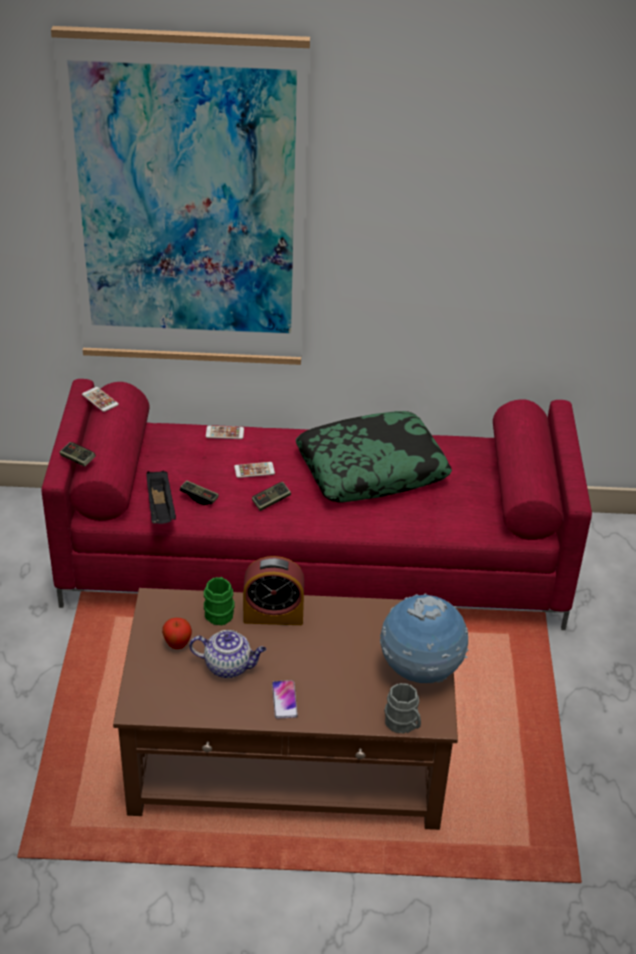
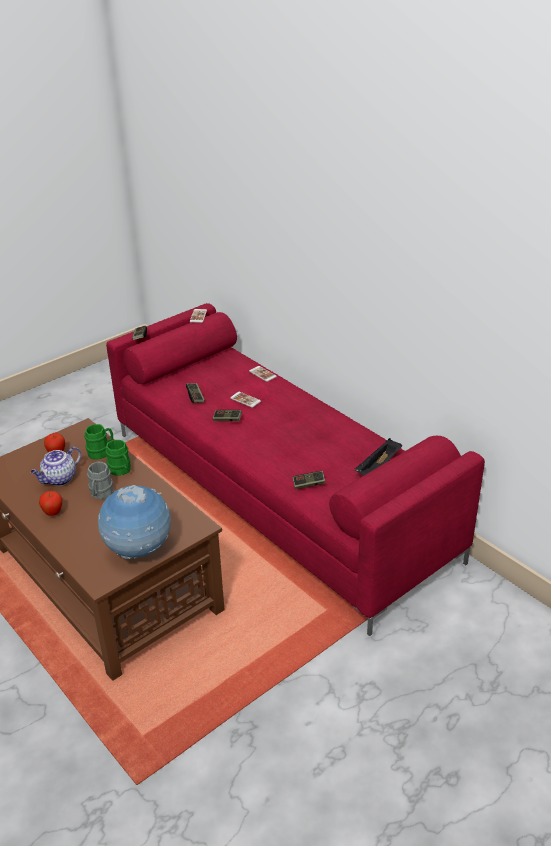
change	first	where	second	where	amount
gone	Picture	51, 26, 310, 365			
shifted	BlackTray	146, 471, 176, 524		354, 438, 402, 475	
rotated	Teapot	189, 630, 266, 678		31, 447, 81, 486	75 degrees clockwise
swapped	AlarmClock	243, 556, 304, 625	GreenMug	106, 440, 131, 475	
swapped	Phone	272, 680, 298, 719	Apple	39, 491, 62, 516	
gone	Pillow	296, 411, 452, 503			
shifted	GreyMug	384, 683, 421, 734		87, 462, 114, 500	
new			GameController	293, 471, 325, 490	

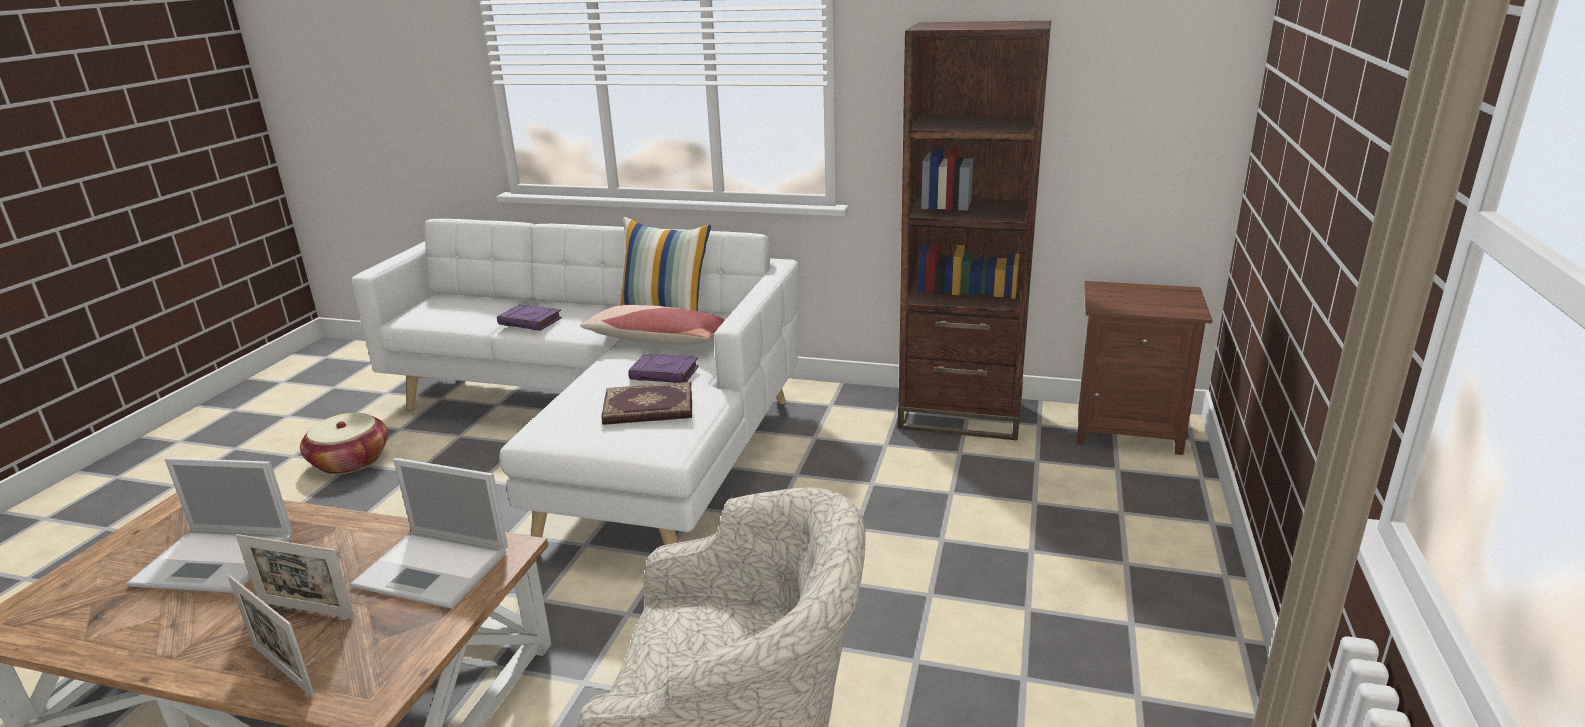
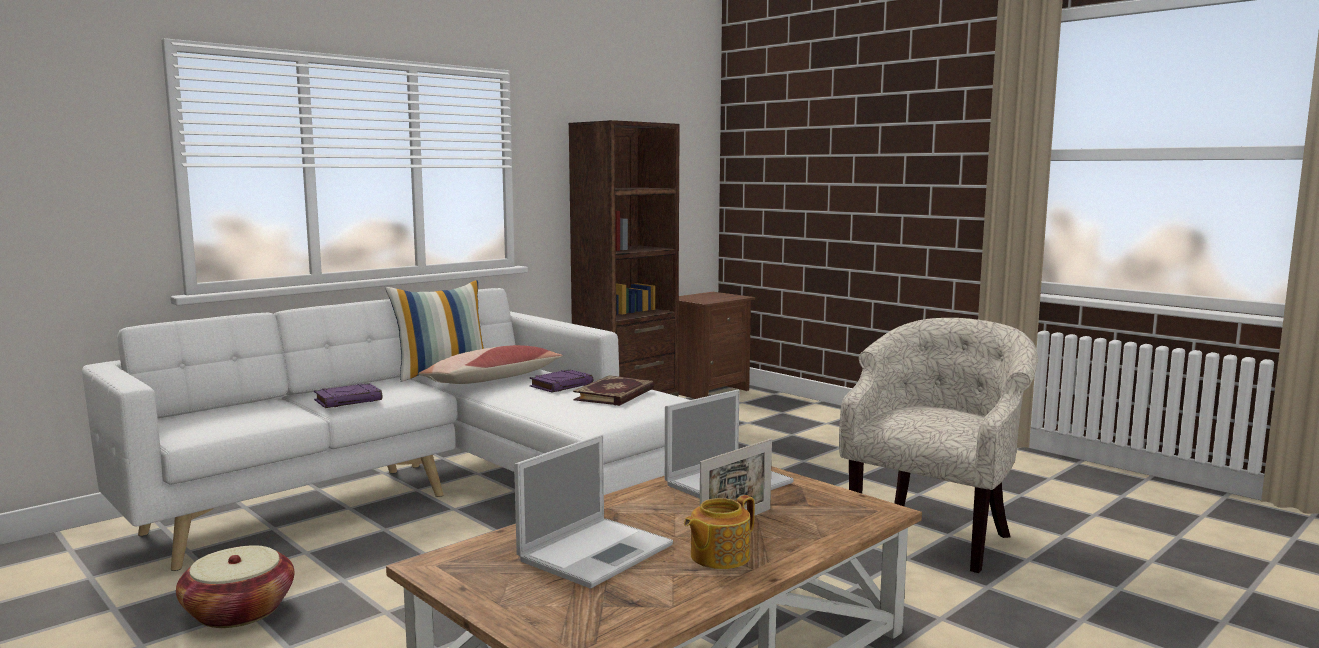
change	first	where	second	where	amount
gone	PictureFrame	228, 575, 315, 698			
new			Teapot	684, 495, 755, 569	

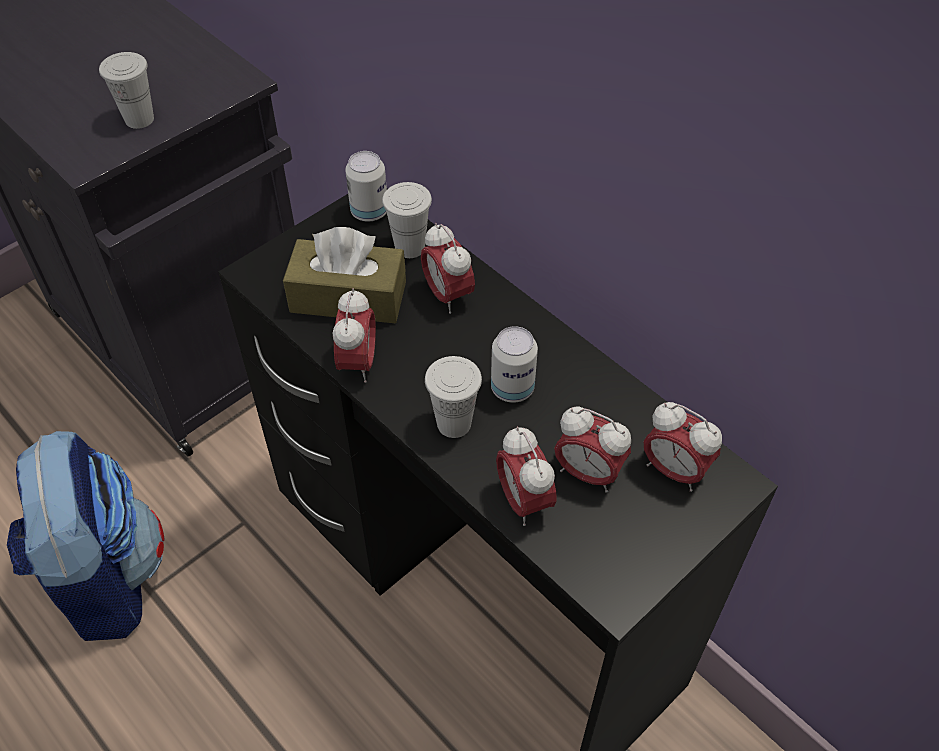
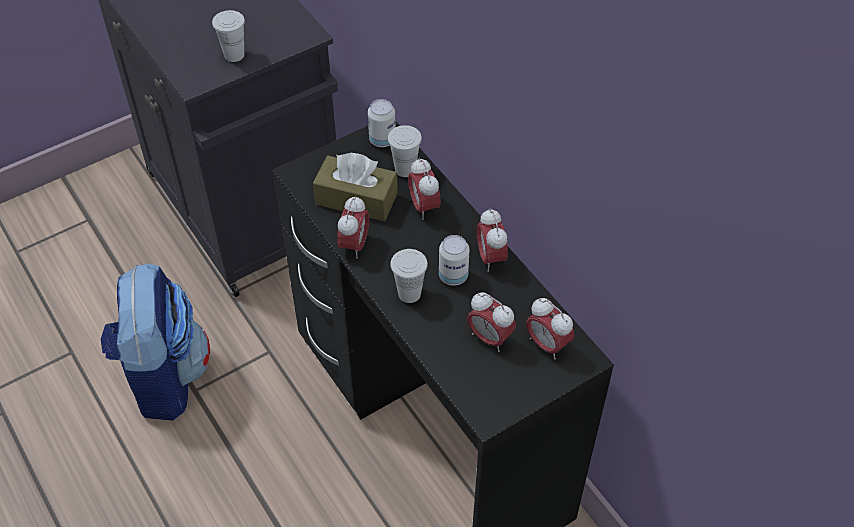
change	first	where	second	where	amount
shifted	AlarmClock	496, 426, 557, 526		477, 208, 508, 272	

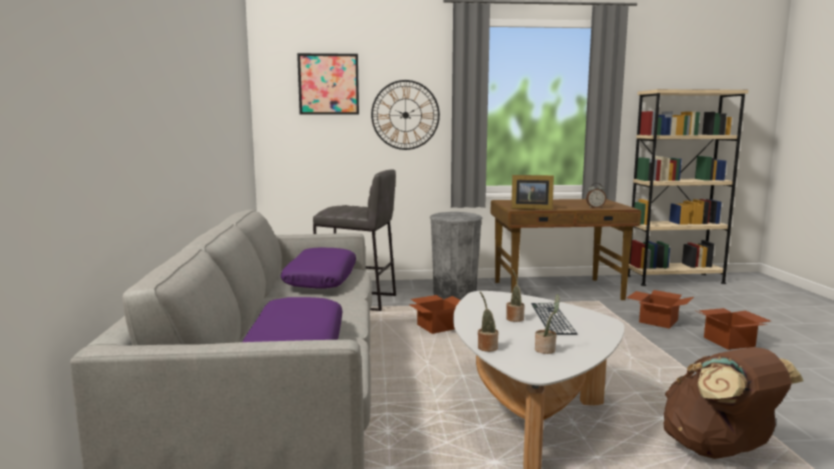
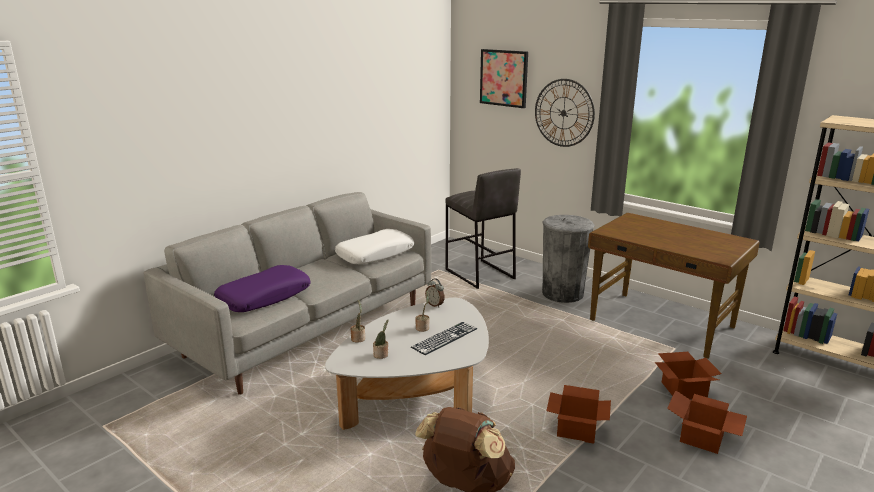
change	first	where	second	where	amount
repainted	PurplePillow	281, 248, 356, 289	WhitePillow	335, 229, 414, 264	
shifted	CardboardBox	409, 295, 461, 334		546, 385, 611, 444	
gone	PictureFrame	511, 175, 554, 210			
shifted	AlarmClock	586, 183, 606, 208		425, 278, 445, 308	

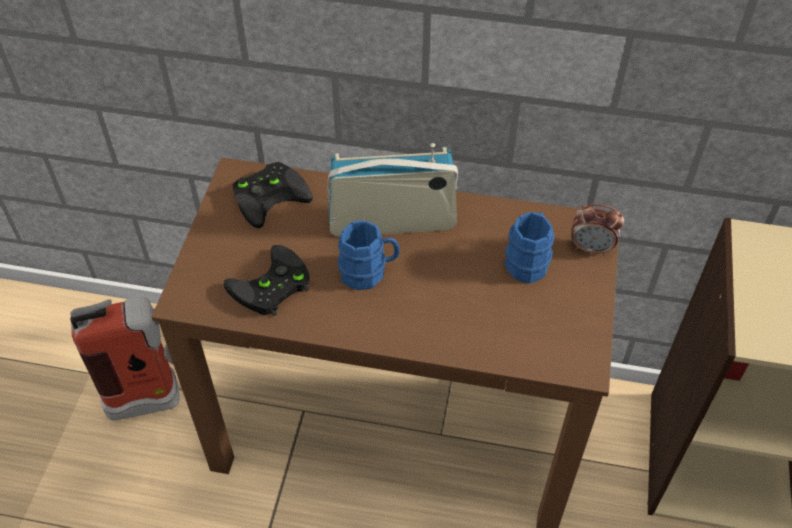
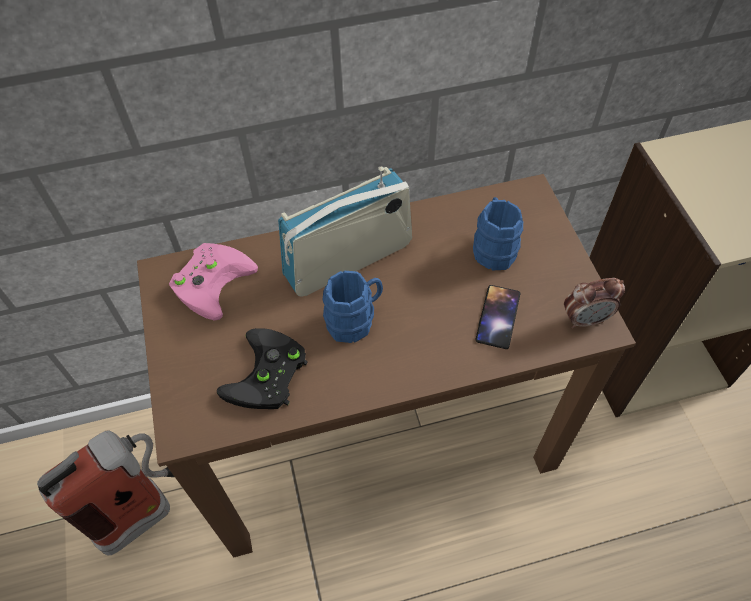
change	first	where	second	where	amount
repainted	BlackGameController	233, 162, 313, 228	PinkGameController	169, 243, 258, 320	
shifted	AlarmClock	571, 204, 624, 256		564, 278, 625, 328	
new			Phone	475, 285, 520, 349	

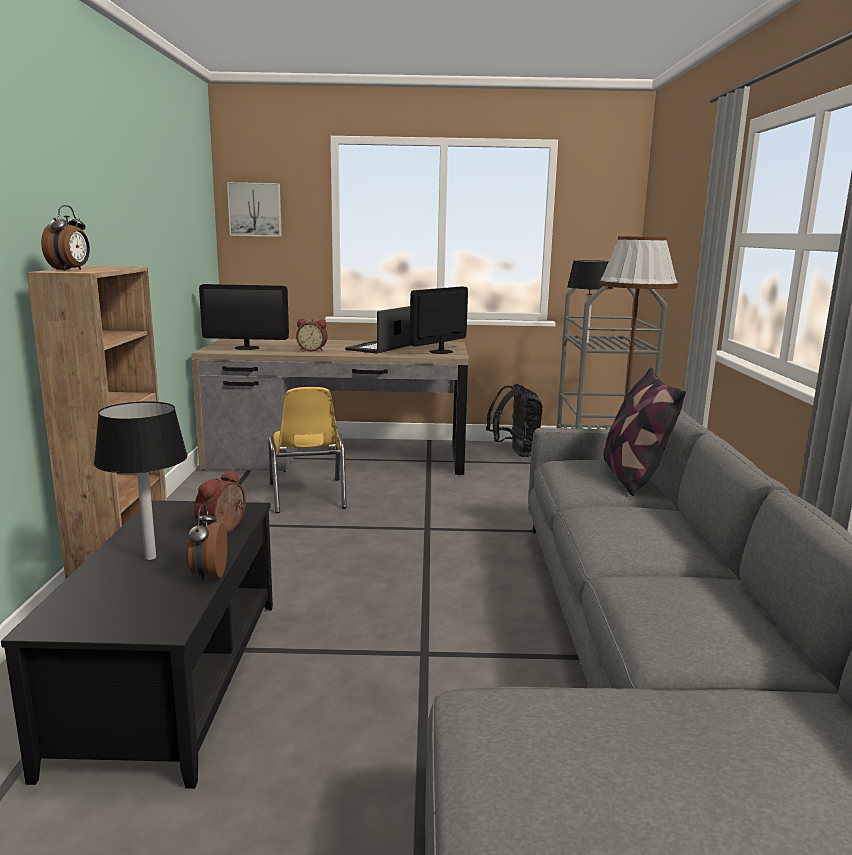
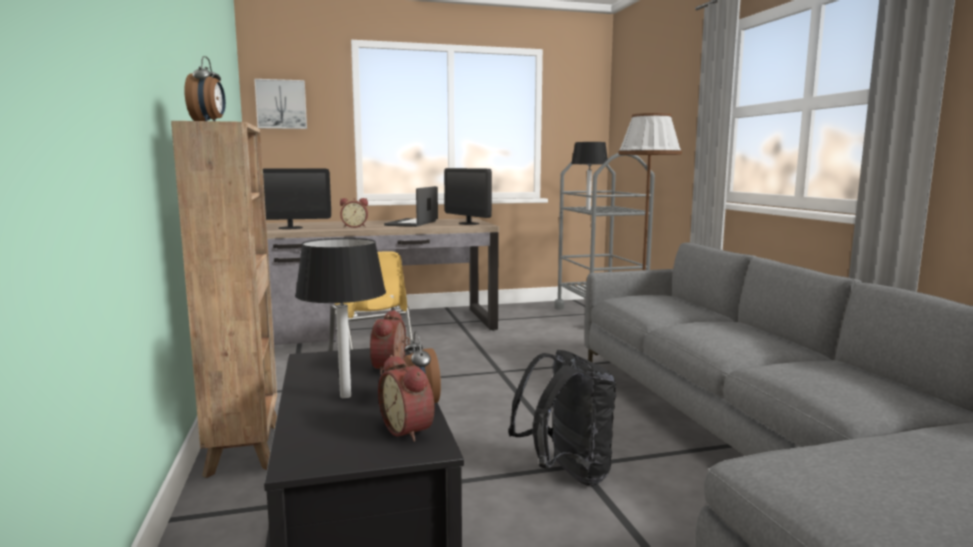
change	first	where	second	where	amount
rotated	Monitor	410, 286, 468, 354		444, 168, 492, 225	60 degrees counterclockwise
shifted	BlackBackpack	486, 384, 543, 457		508, 350, 616, 486	
gone	Pillow	604, 367, 686, 496			
new			AlarmClock	378, 355, 434, 442	

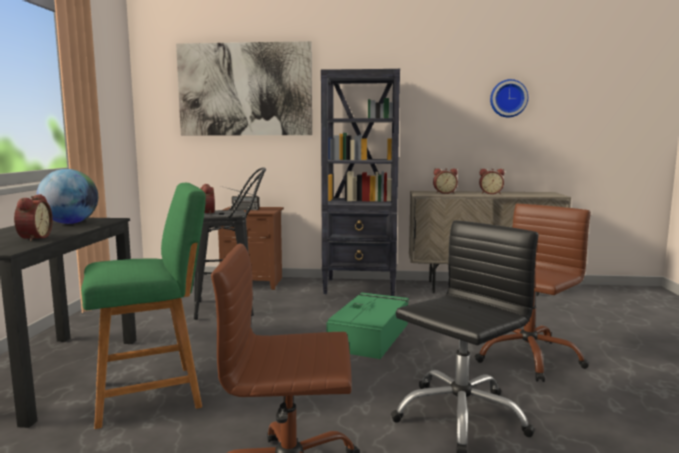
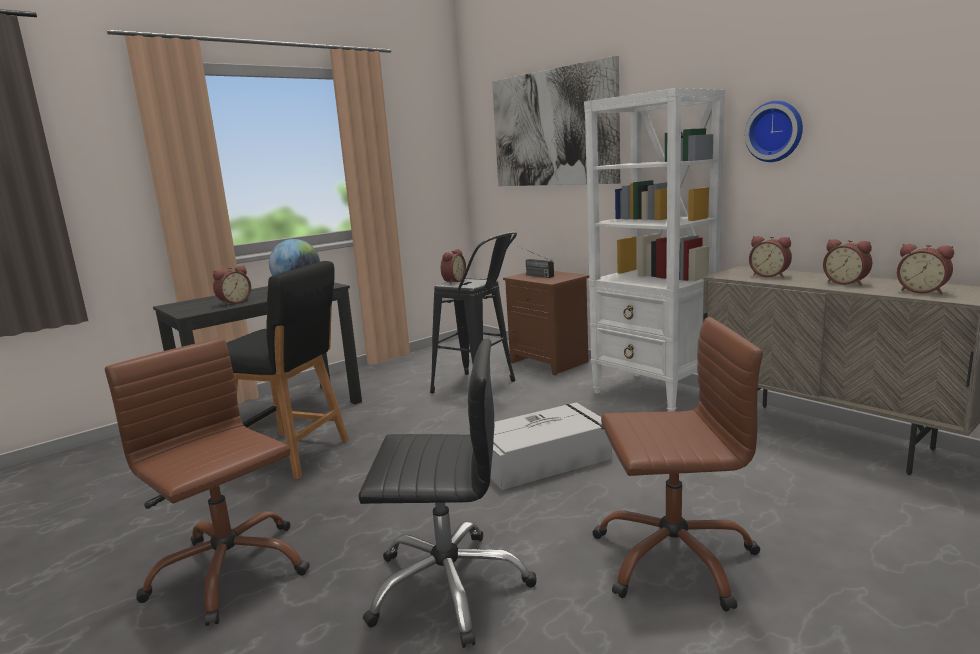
change	first	where	second	where	amount
repainted	GreenStool	81, 183, 206, 429	BlackStool	226, 261, 349, 479	
repainted	BlackBookcase	321, 69, 400, 296	WhiteBookcase	584, 88, 725, 411	
repainted	GreenStorageBox	327, 292, 409, 359	GreyStorageBox	491, 402, 612, 490	
shifted	WallClock	490, 79, 528, 117		745, 101, 803, 162	
new			AlarmClock	897, 244, 954, 294	

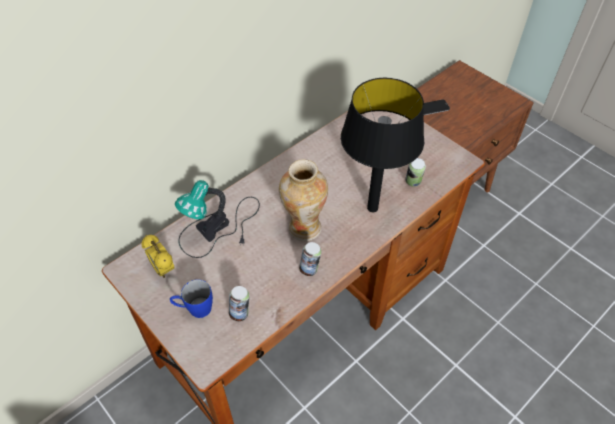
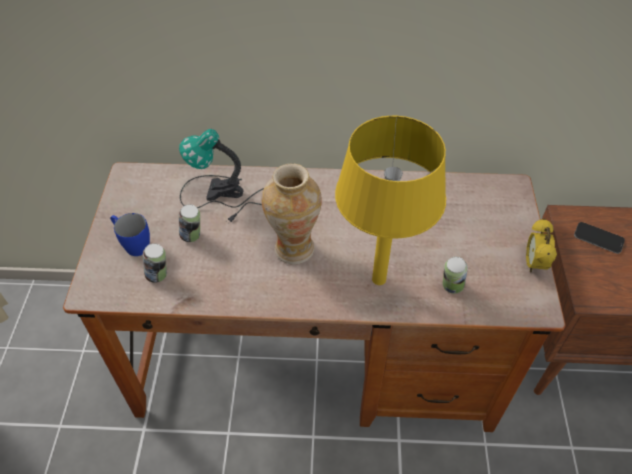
change	first	where	second	where	amount
shifted	AlarmClock	142, 235, 174, 278		526, 218, 557, 273	
shifted	Can	299, 242, 321, 276		179, 204, 200, 242	
repainted	BlackTableLamp	341, 78, 424, 212	YellowTableLamp	335, 116, 446, 285	

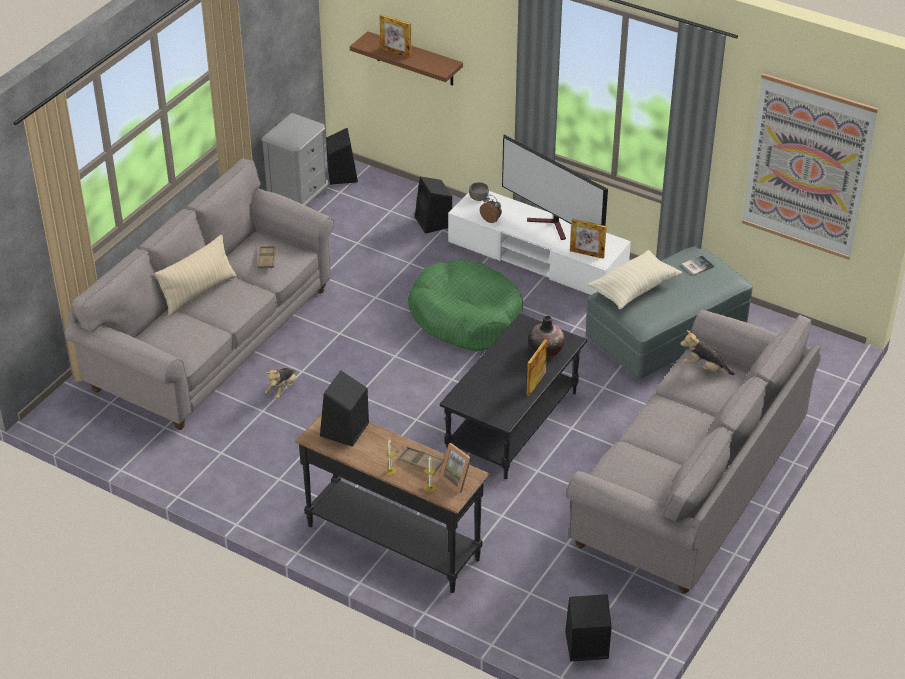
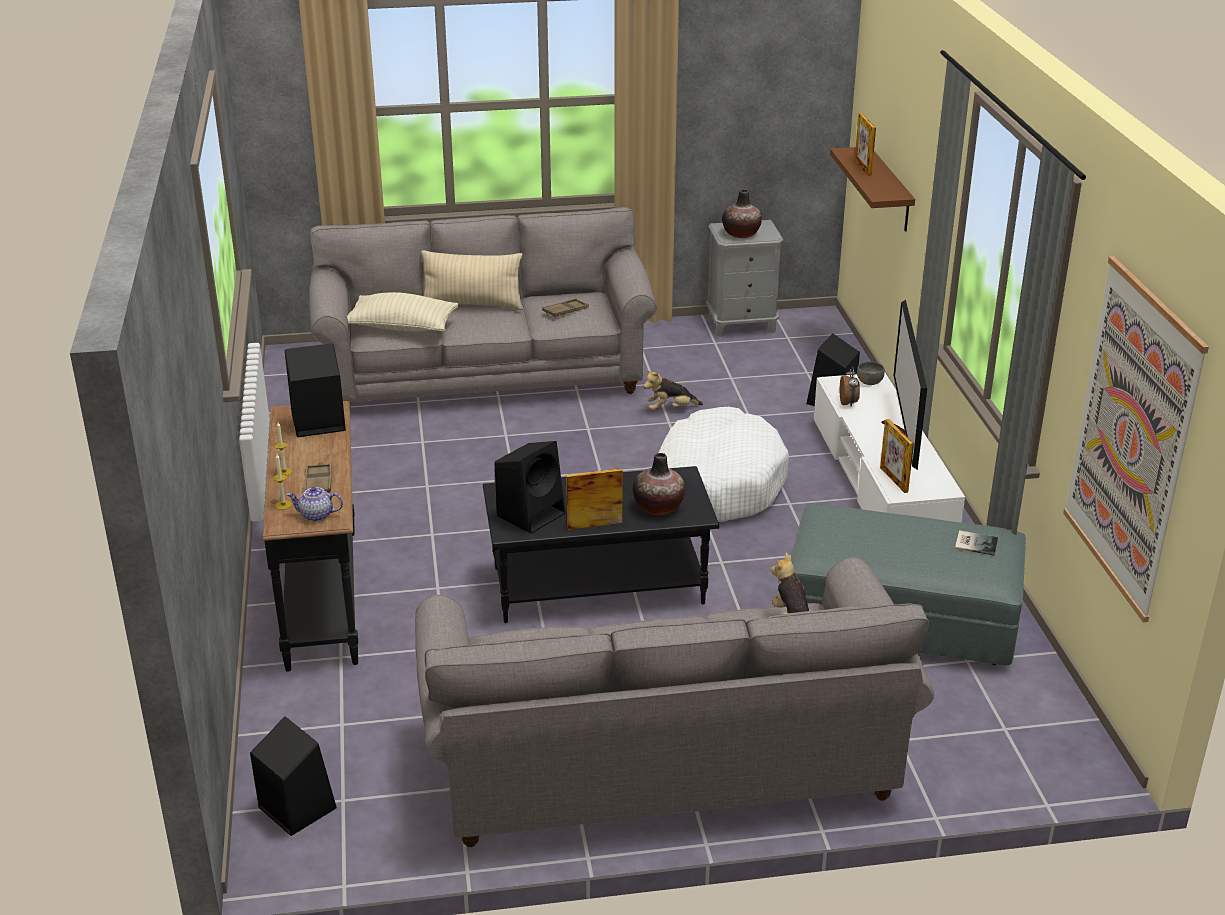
change	first	where	second	where	amount
shifted	PlushToy	265, 368, 297, 399		644, 370, 703, 410	
shifted	BlackSpeaker	326, 128, 358, 185		494, 441, 565, 534	
repainted	GreenDogBed	408, 259, 523, 352	WhiteDogBed	658, 407, 789, 522	
swapped	PictureFrame	439, 443, 471, 493	Teapot	287, 487, 343, 522	
shifted	BeigePillow	587, 250, 682, 310		347, 292, 459, 332	
new			Vase	722, 190, 762, 238	

